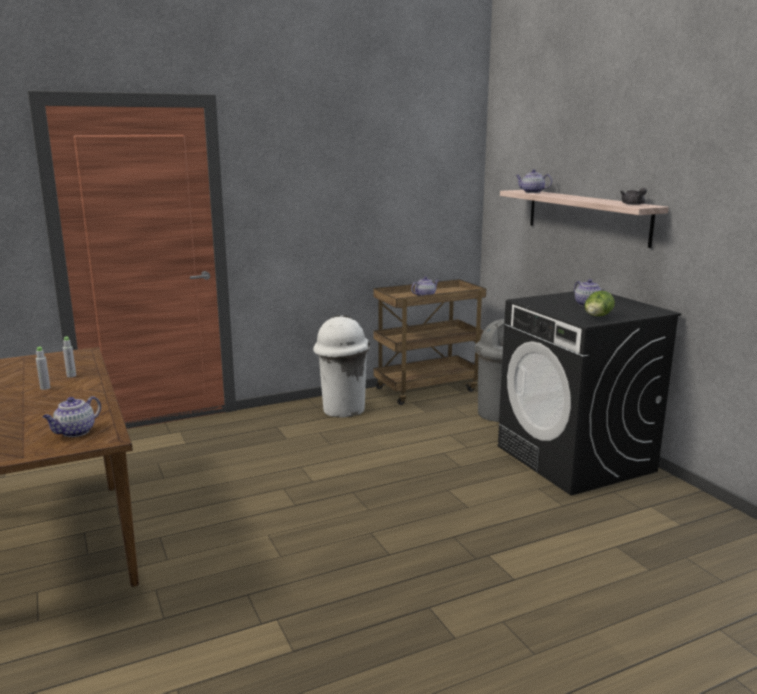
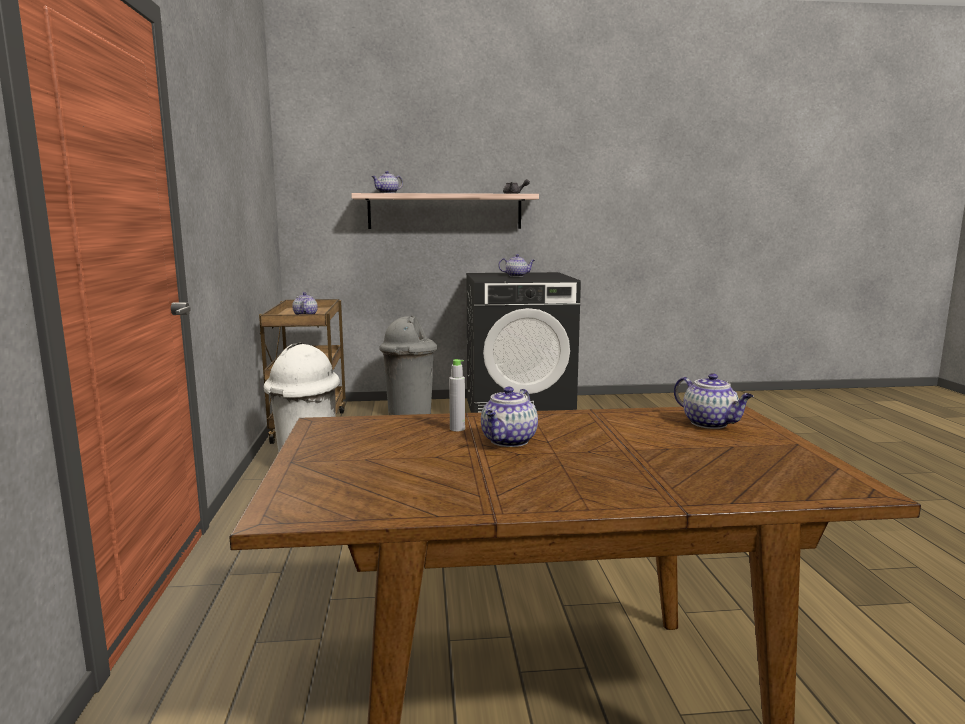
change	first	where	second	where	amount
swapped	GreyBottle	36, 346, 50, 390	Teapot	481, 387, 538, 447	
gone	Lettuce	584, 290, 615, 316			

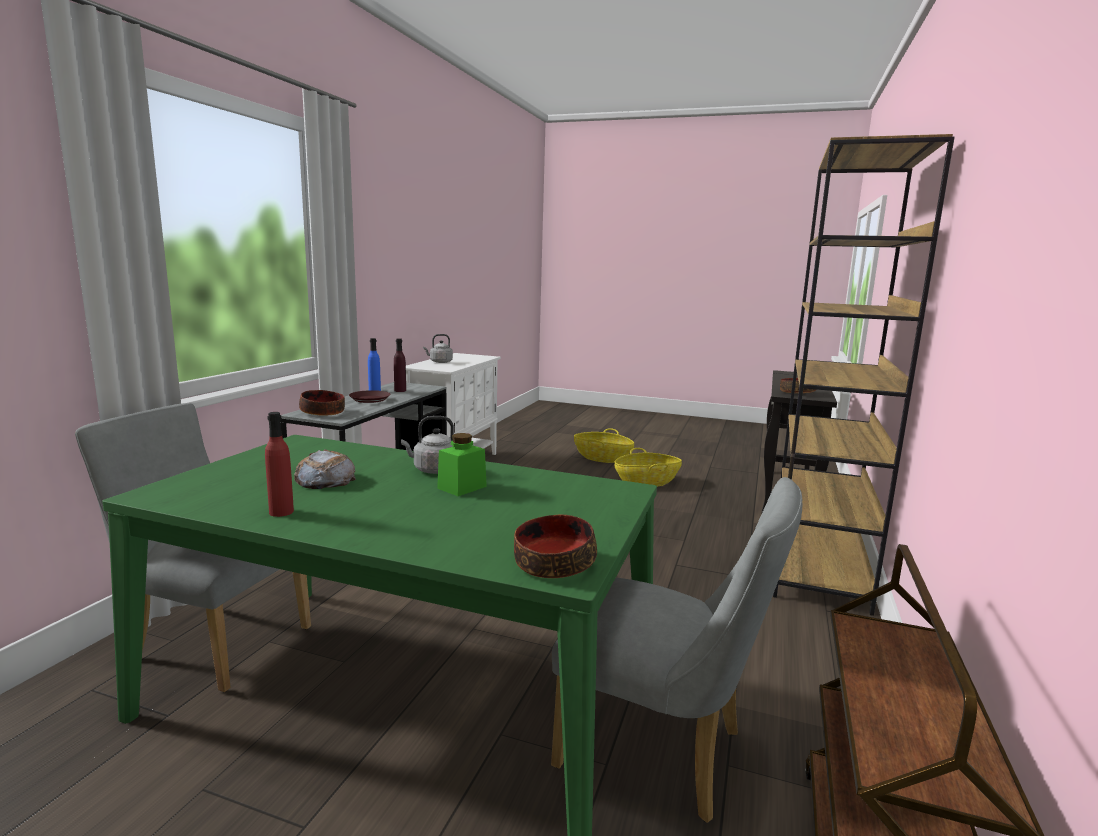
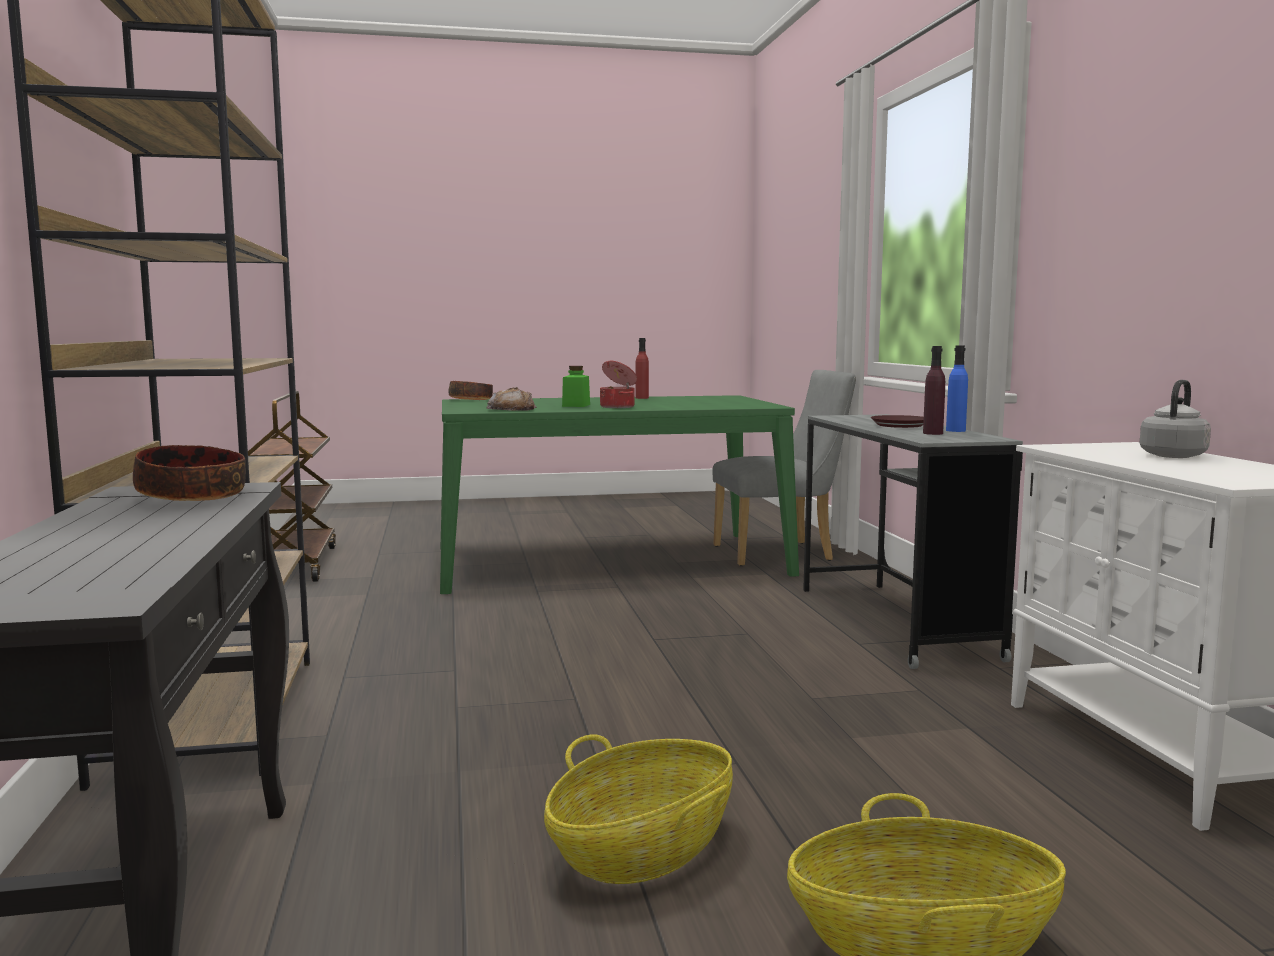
change	first	where	second	where	amount
shifted	Bread	294, 449, 356, 489		487, 387, 536, 411	
gone	Bowl	299, 390, 345, 416			
swapped	GreyKettle	401, 416, 454, 474	CookingPot	600, 361, 637, 408	
gone	GreyChair	551, 477, 802, 823			

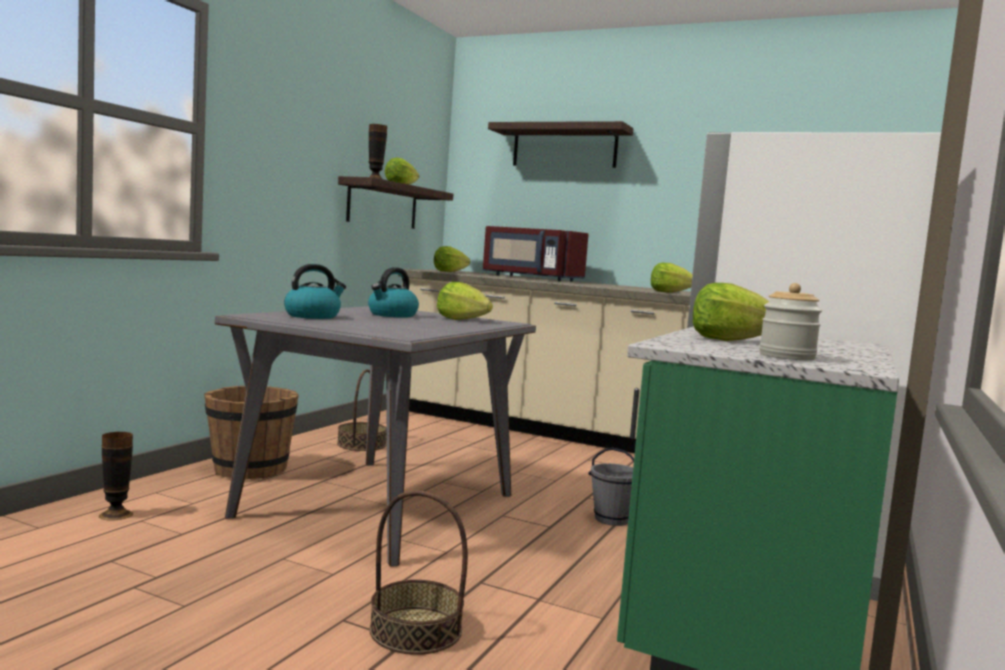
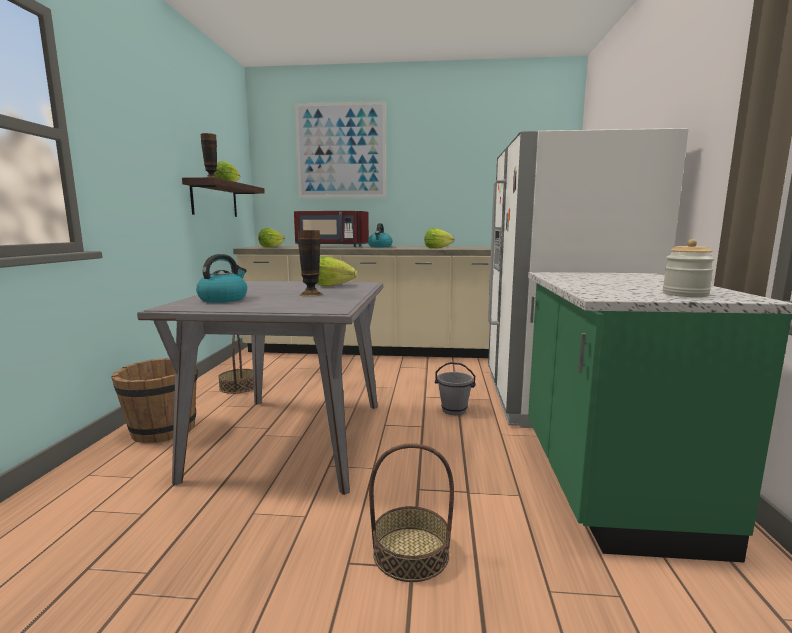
change	first	where	second	where	amount
shifted	Vase	99, 432, 133, 521		298, 230, 323, 297	
shifted	Kettle	368, 267, 419, 318		368, 223, 392, 247	
swapped	Shelf	488, 121, 634, 168	Picture	295, 101, 386, 198	
gone	Lettuce	693, 283, 769, 341			

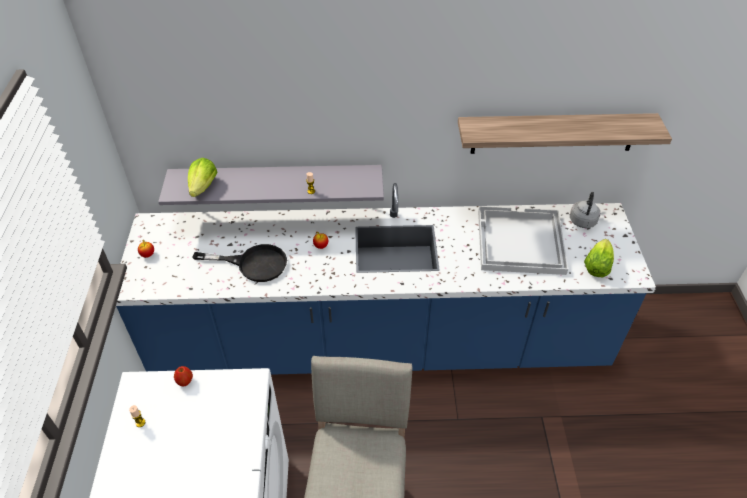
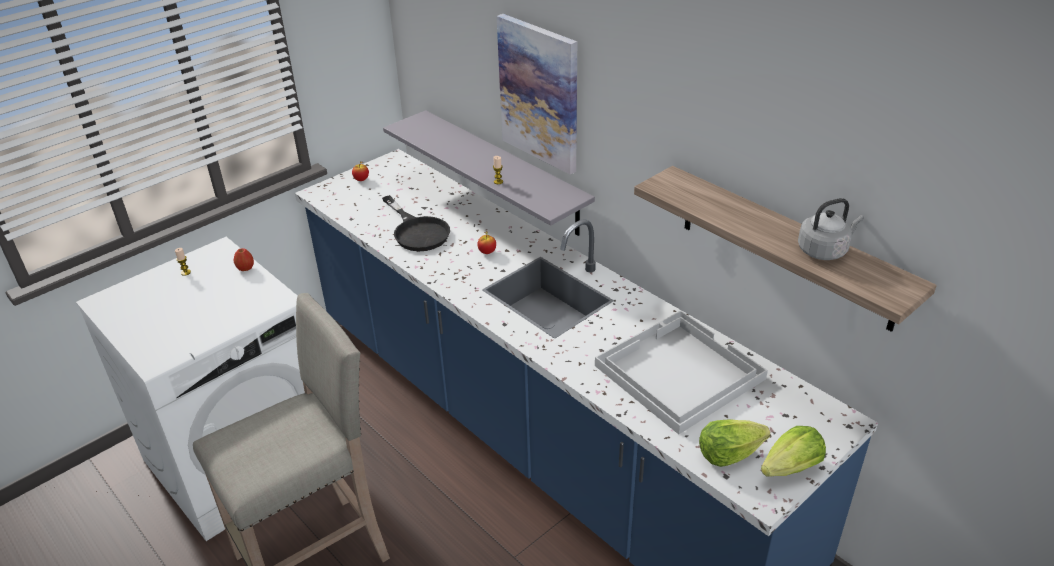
change	first	where	second	where	amount
shifted	Lettuce	188, 158, 217, 197		761, 426, 826, 477	
shifted	GreyKettle	570, 192, 600, 228		798, 198, 864, 260	
new			Picture	497, 14, 577, 175	

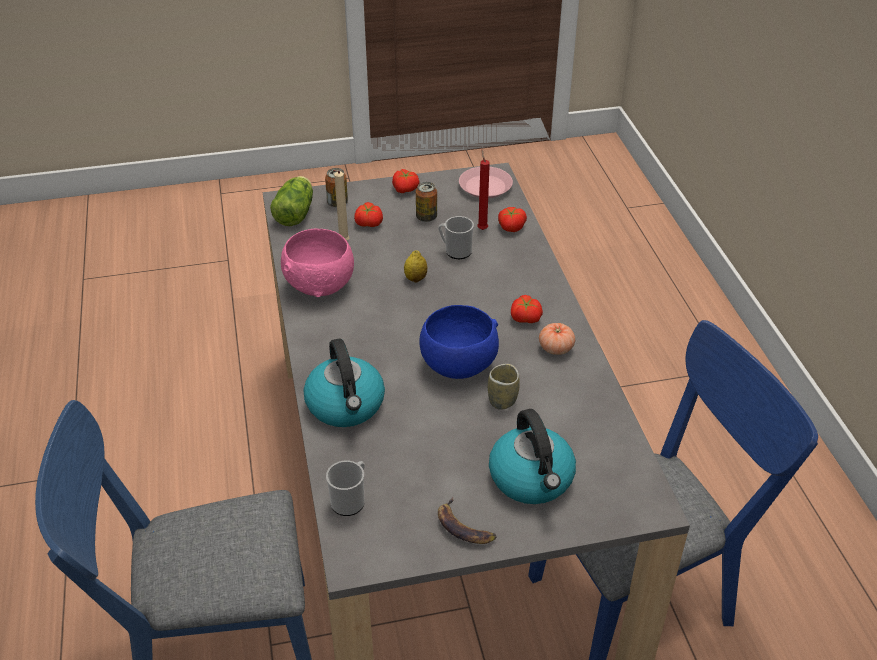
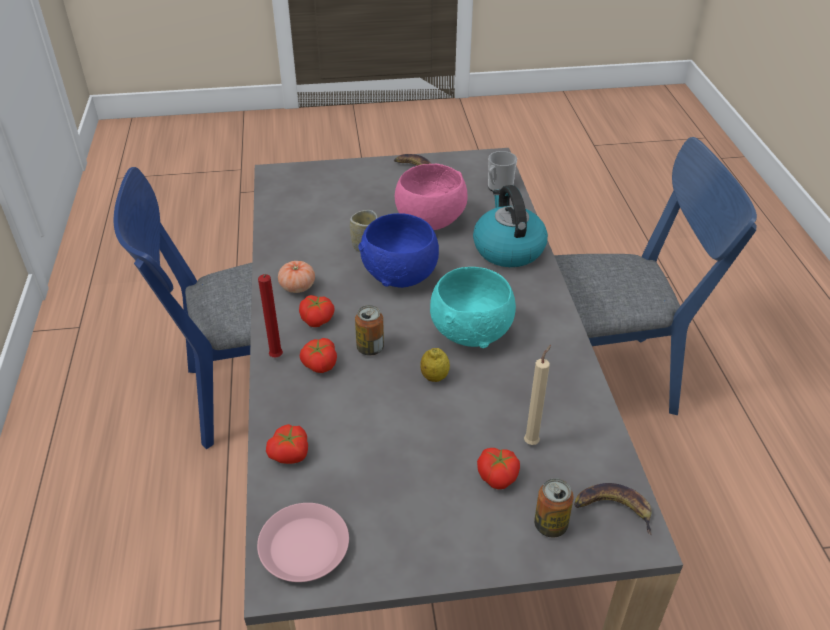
change	first	where	second	where	amount
swapped	Lettuce	270, 176, 313, 226	Banana	574, 483, 652, 535	
shifted	PinkBowl	281, 229, 354, 297		395, 164, 467, 230	
shifted	Tomato	392, 169, 420, 193		300, 338, 337, 373	
shifted	Can	416, 182, 437, 222		355, 305, 384, 356	
gone	Mug	438, 216, 474, 259			
shifted	RedCandle	477, 150, 490, 230		258, 274, 283, 358	
gone	Kettle	489, 409, 576, 504			
new			TurquoiseBowl	430, 267, 516, 348	

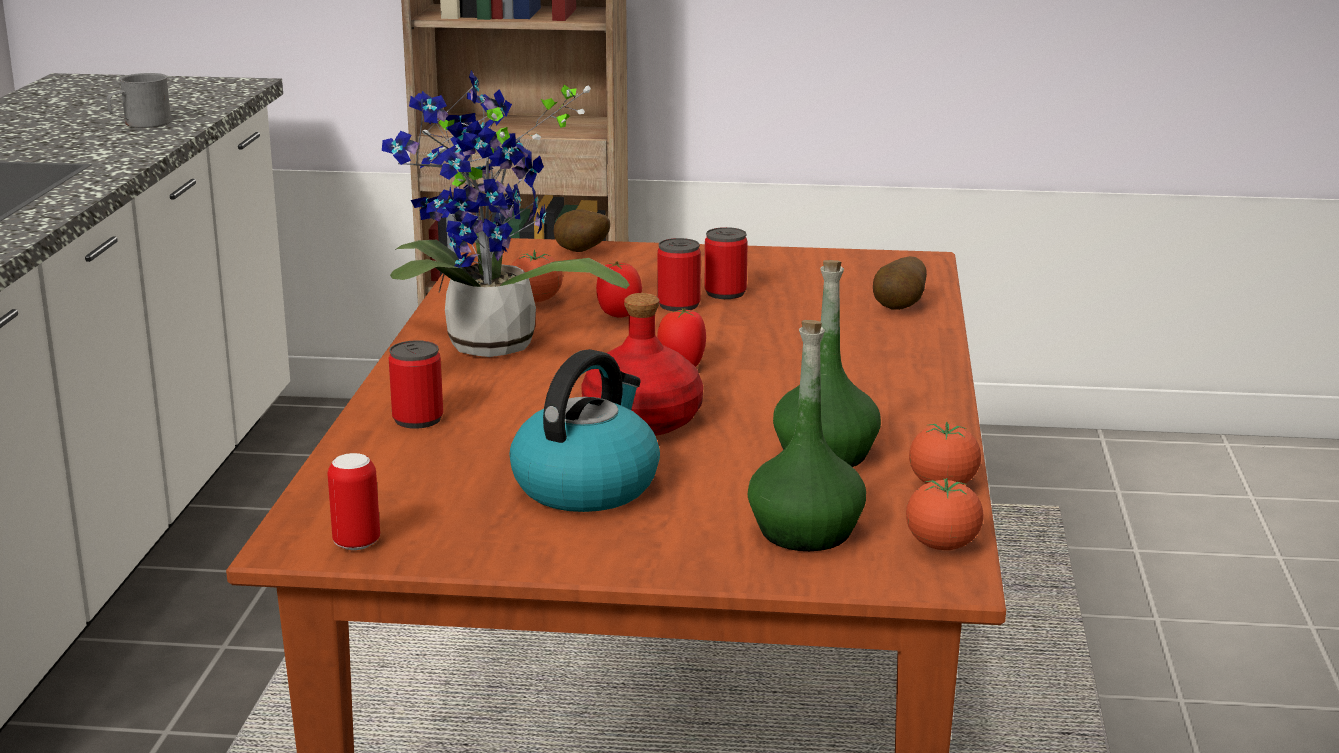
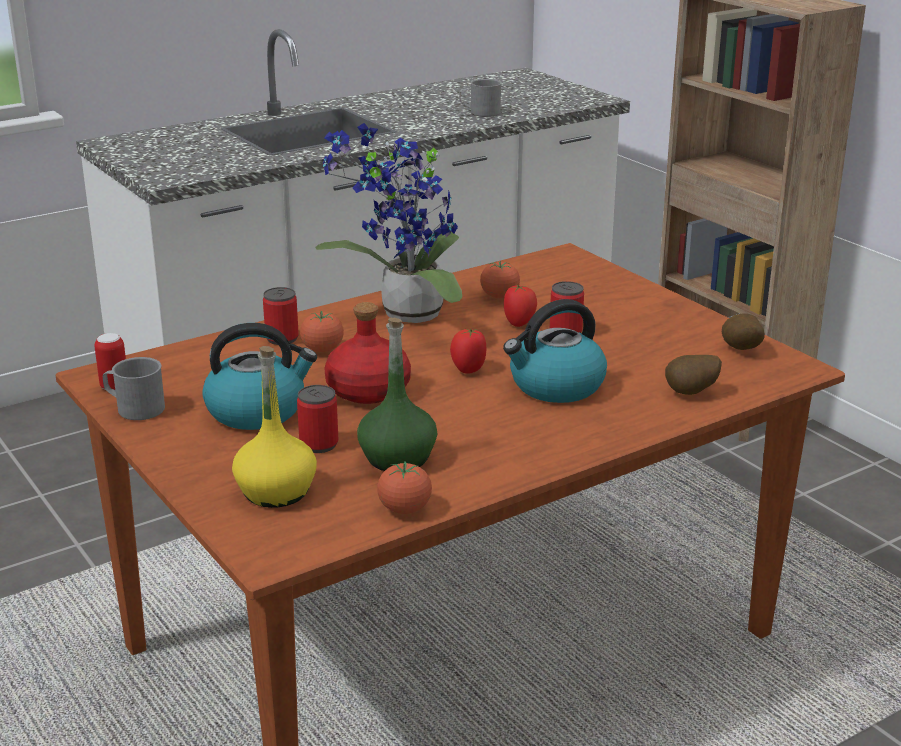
change	first	where	second	where	amount
shifted	Potato	553, 209, 610, 252		722, 314, 765, 350	
shifted	Can	705, 227, 748, 299		297, 385, 338, 453	
repainted	GreenBottle	748, 320, 866, 551	YellowBottle	232, 346, 317, 508	
shifted	Tomato	906, 478, 984, 550		300, 311, 344, 352	
new			GreyMug	103, 357, 165, 420	
new			Kettle	503, 299, 607, 403	

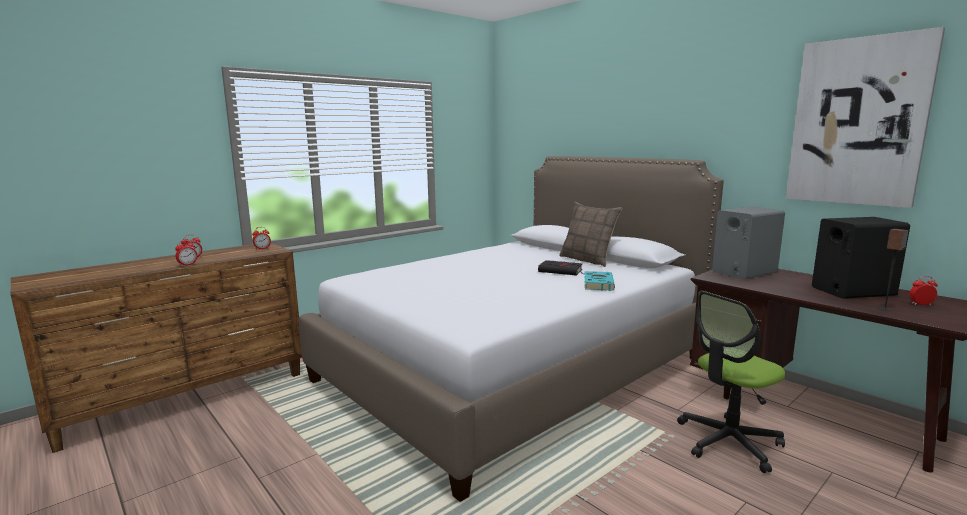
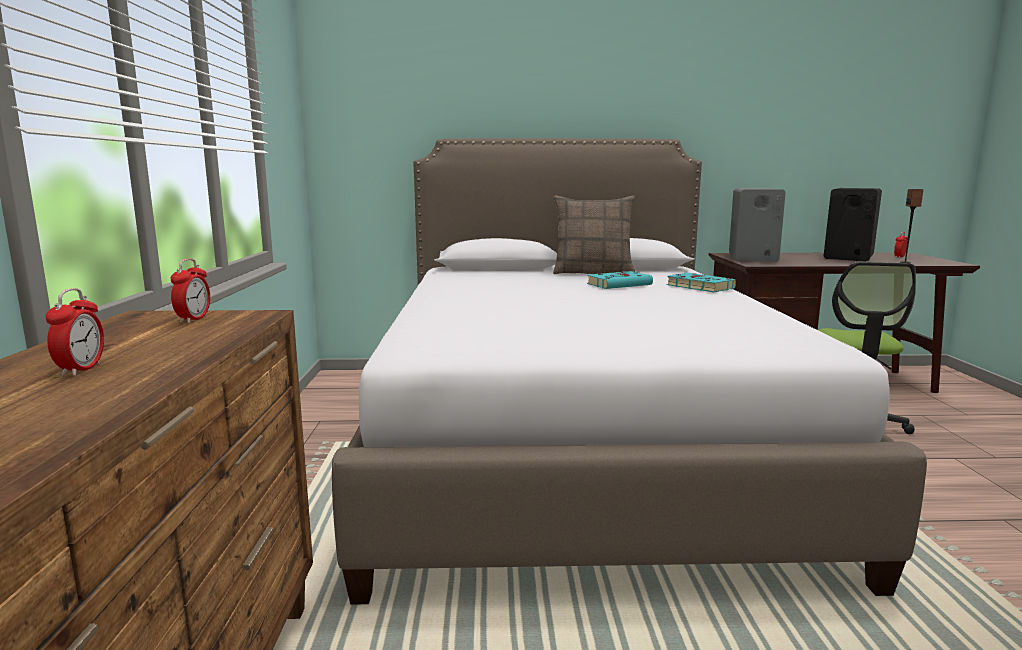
change	first	where	second	where	amount
gone	AlarmClock	175, 240, 197, 266			
repainted	BlackBook	538, 260, 584, 276	TurquoiseBook	587, 271, 653, 289	
gone	Picture	786, 27, 945, 208			

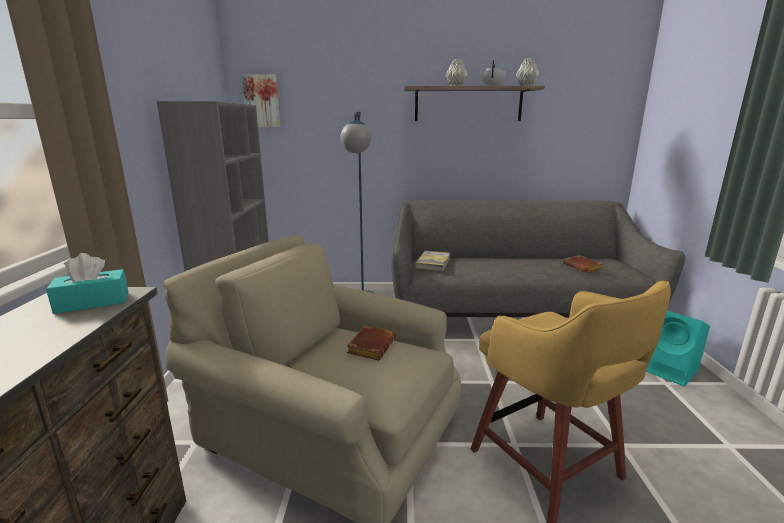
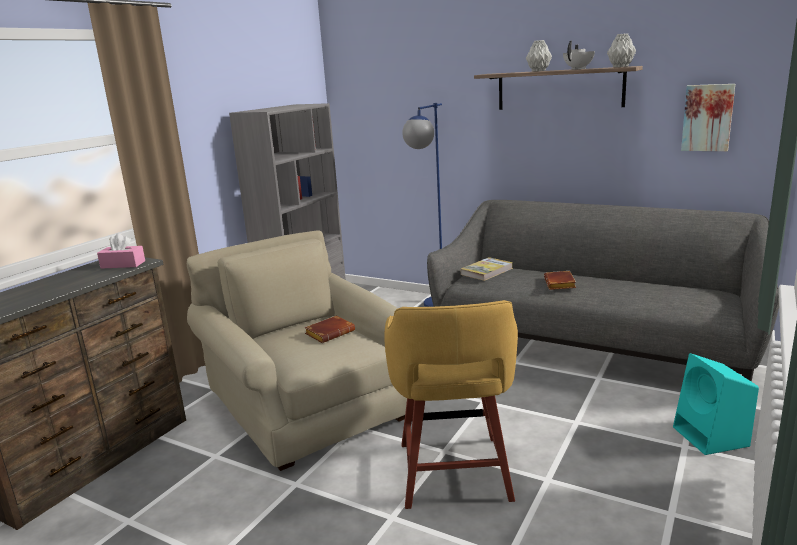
change	first	where	second	where	amount
repainted	TurquoiseTissueBox	46, 253, 128, 314	PinkTissueBox	97, 233, 145, 269	
shifted	Picture	242, 74, 280, 127		681, 84, 735, 151	
shifted	BrownBook	563, 255, 603, 273		544, 271, 576, 290	

